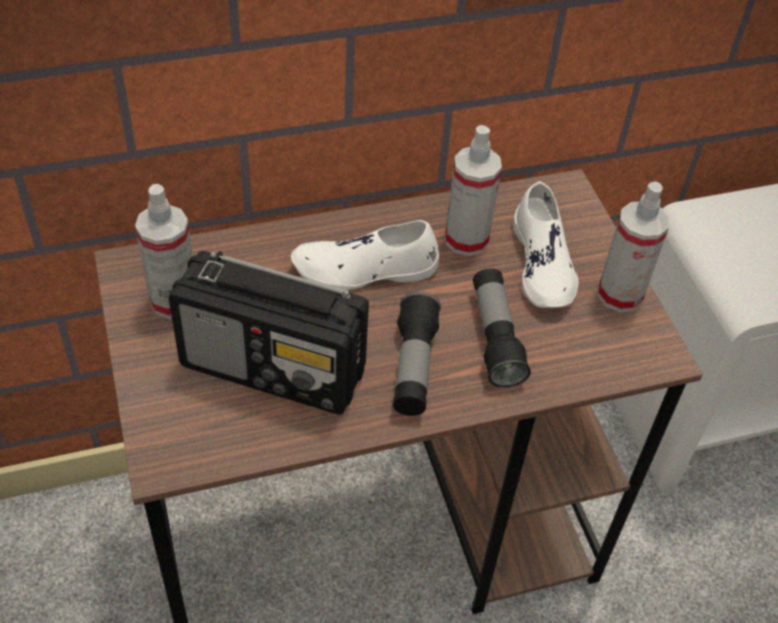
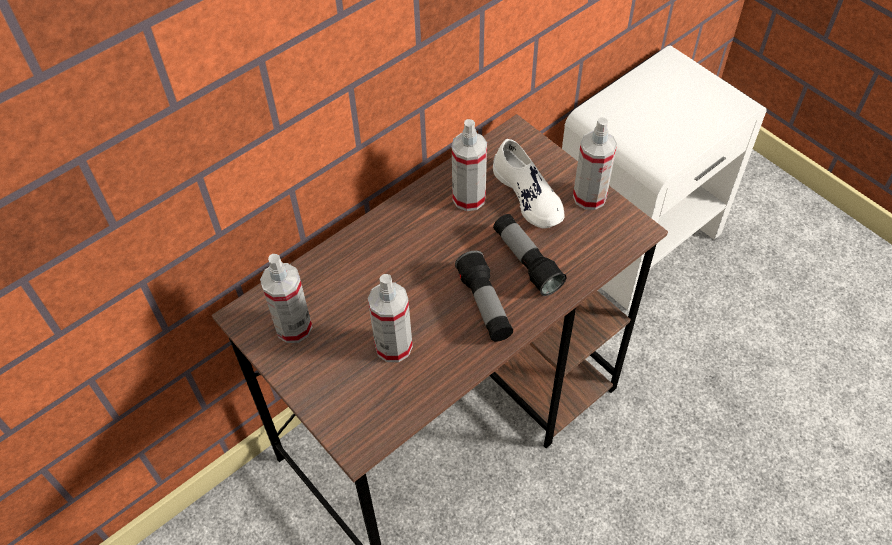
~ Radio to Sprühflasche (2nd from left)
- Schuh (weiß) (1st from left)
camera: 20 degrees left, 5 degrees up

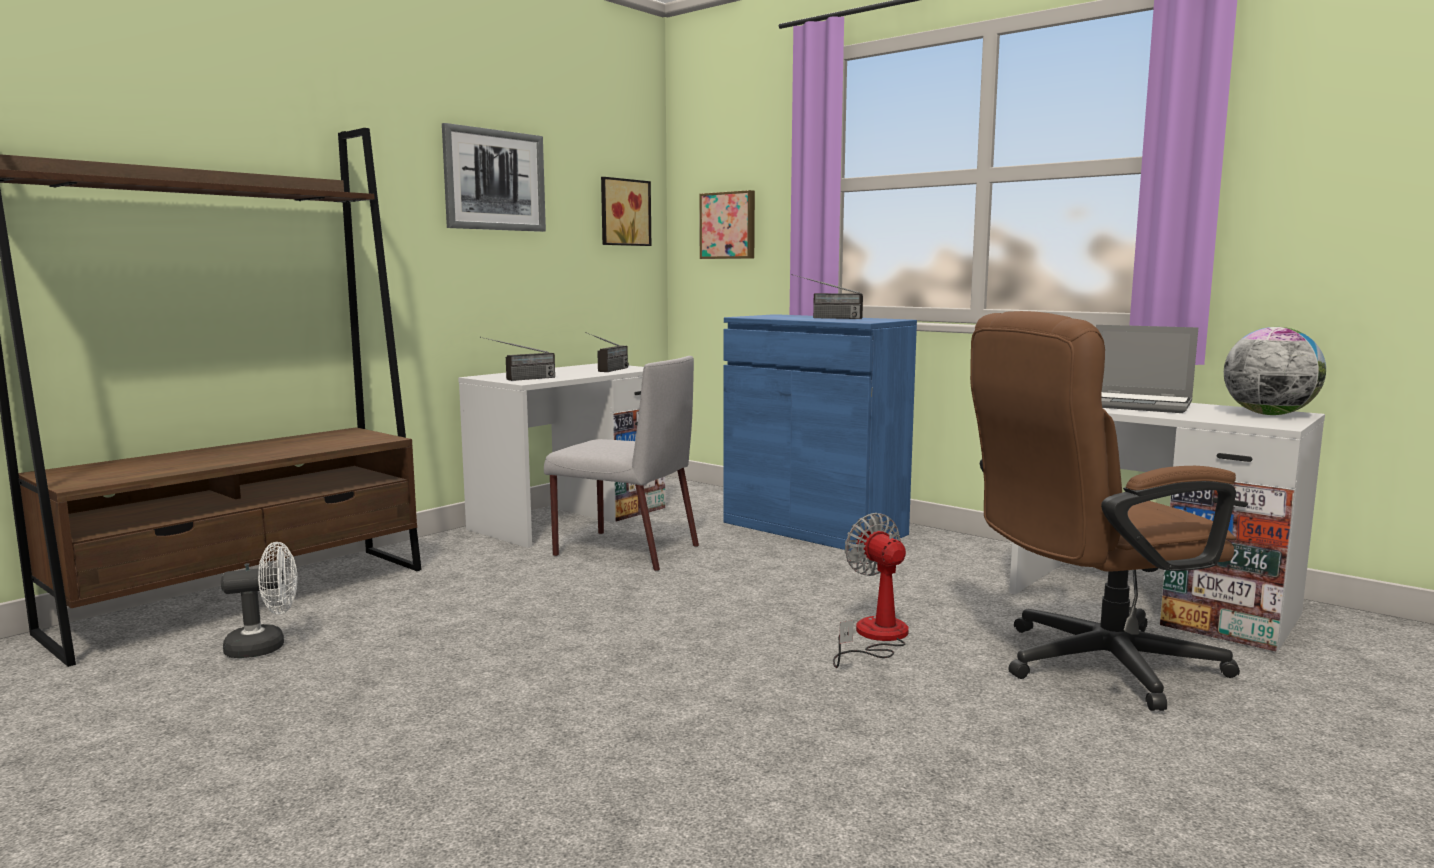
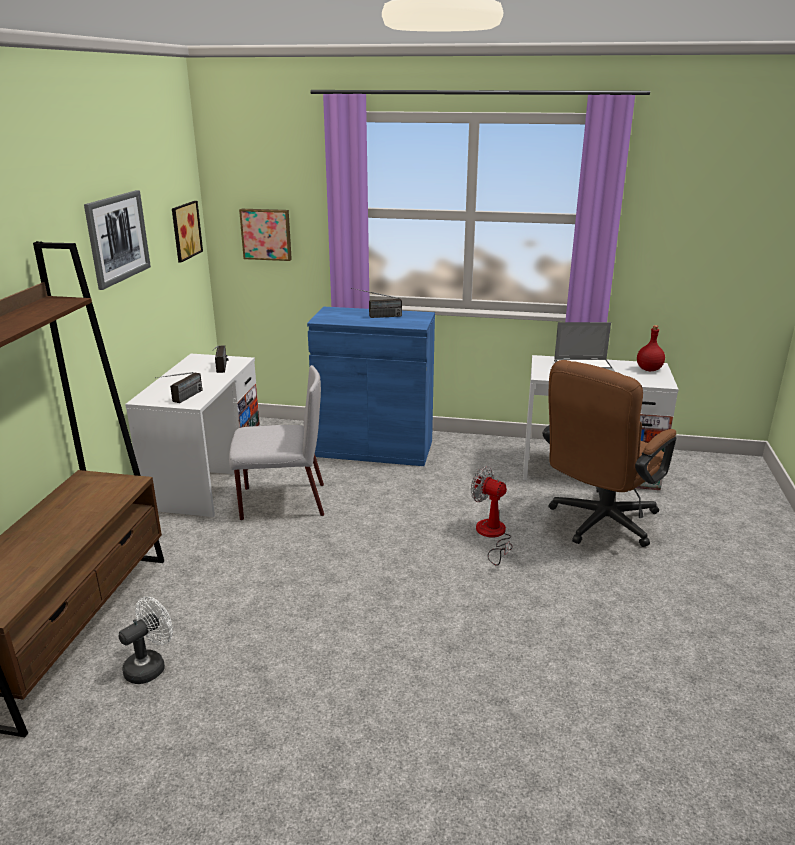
~ Globus to Flasche (rot)
camera: 30 degrees left, 15 degrees up

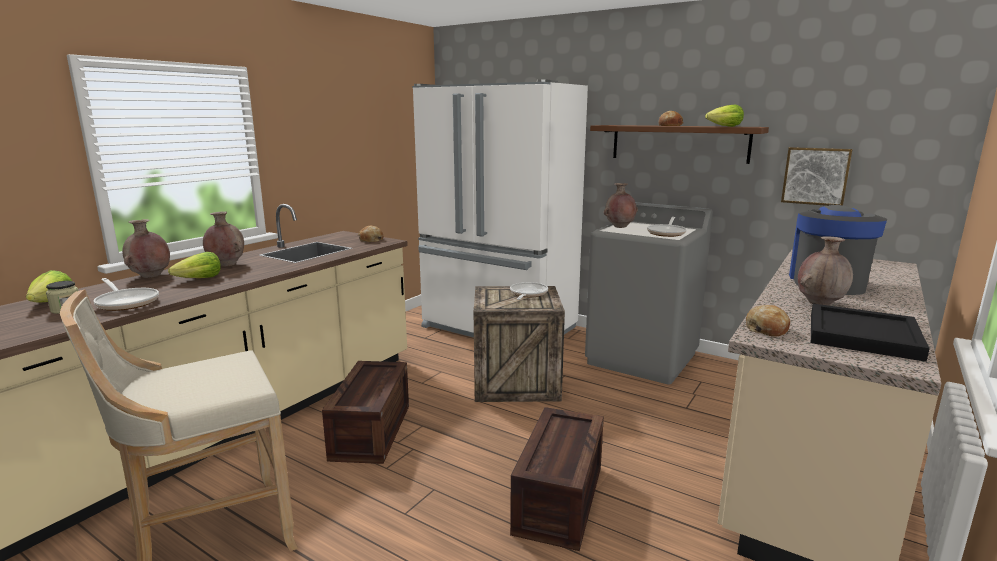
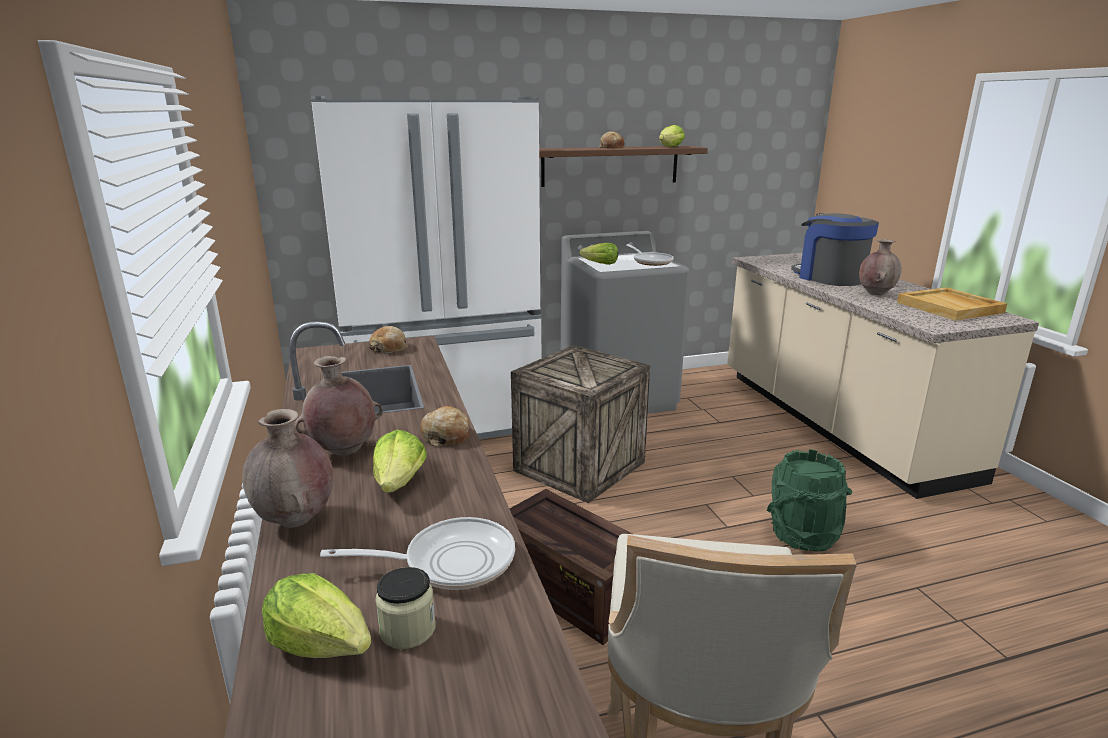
~ Brot (3rd from left in the first image) to Brot (2nd from left)
~ Vase (braun) (3rd from left) to Salatkopf (3rd from left)
~ Kiste (3rd from left) to Eimer (grün)
~ Tablett (schwarz) to Tablett (beige)
- Pfanne (2nd from left)
- Bild
camera: 50 degrees left, 5 degrees up

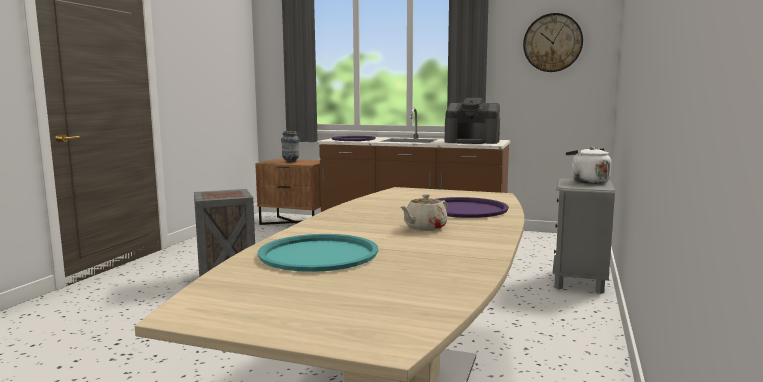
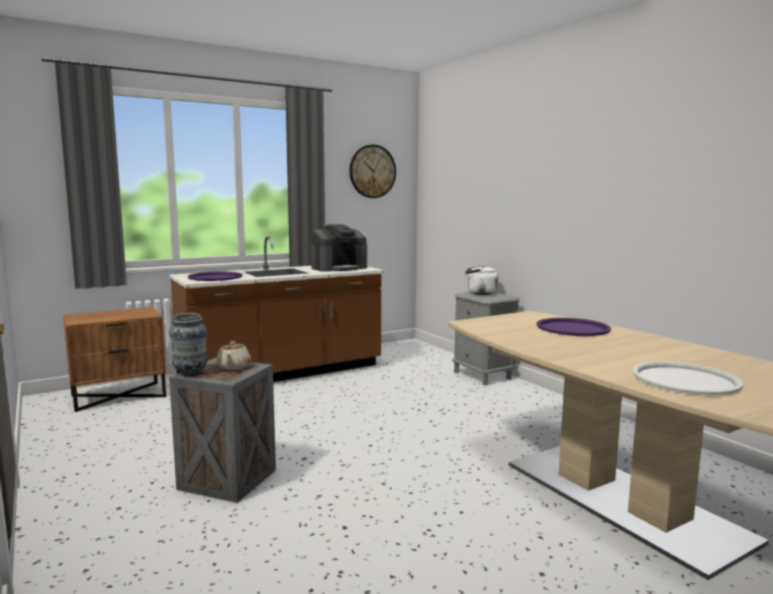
~ Vase
~ Teekanne (beige)
~ Tablett (türkis) to Tablett (weiß)
camera: 50 degrees left, 0 degrees up

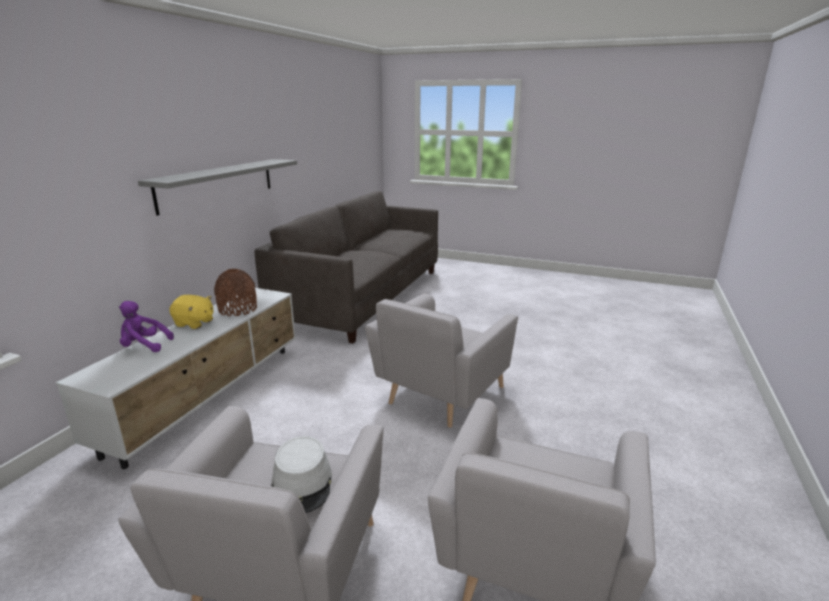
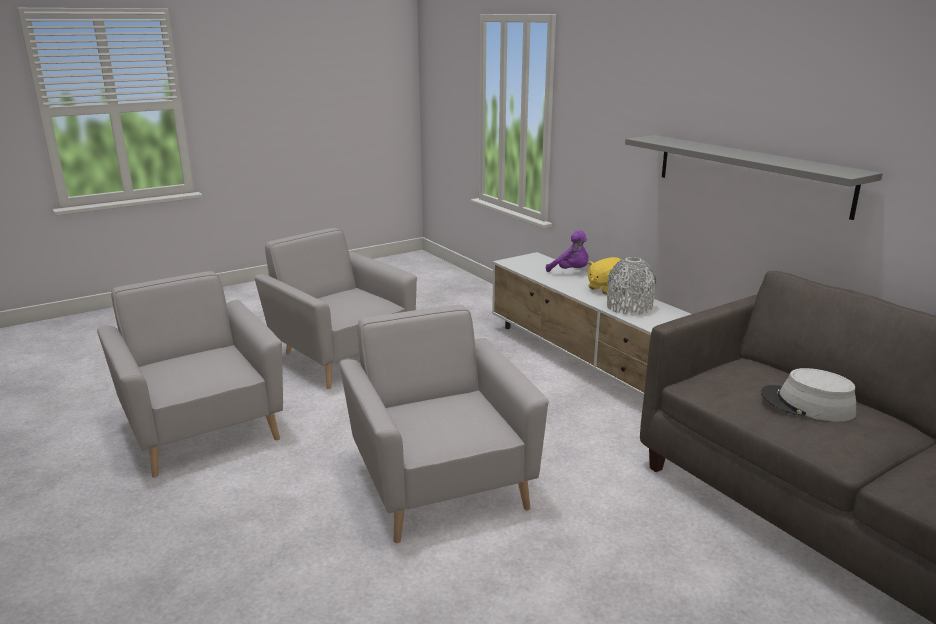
~ Plüschtier (lila) 90 degrees clockwise
~ Vase (braun) to Vase (grau)
~ Hut (grau)
camera: 125 degrees right, 0 degrees up

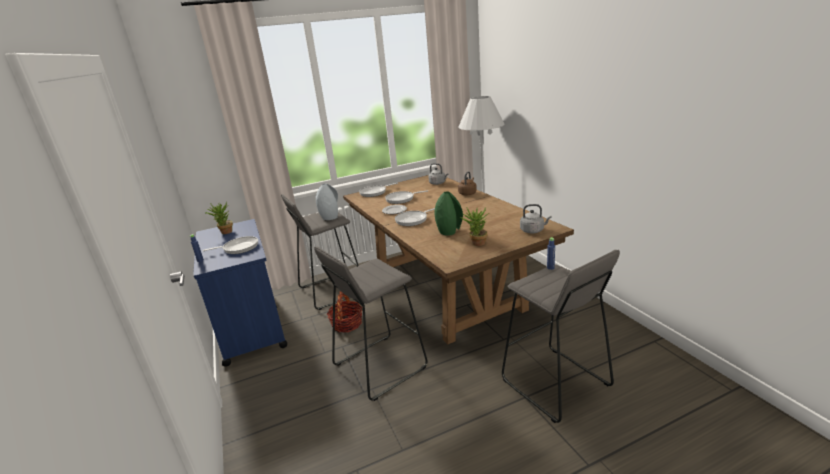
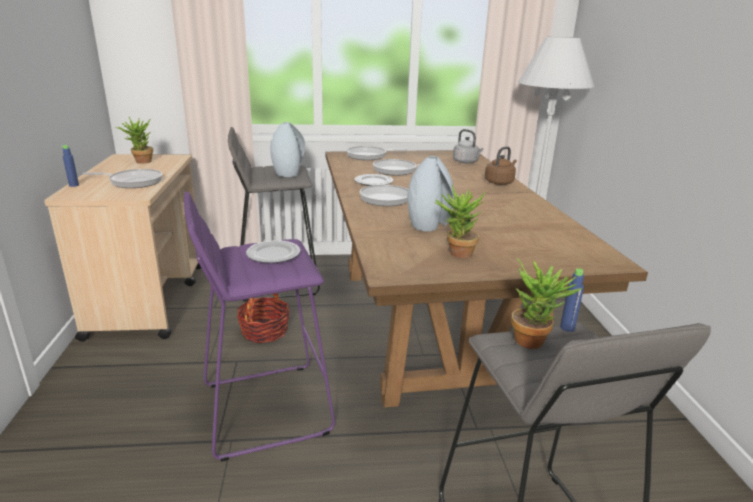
~ Rollwagen (blau) to Rollwagen (beige)
~ Hocker (grau) (2nd from left) to Hocker (lila)
+ Teller (1st from left)
~ Vase (grün) to Vase (grau) (2nd from left)
+ Topfpflanze (3rd from left)
- Wasserkessel (grau) (2nd from left)
camera: 15 degrees right, 0 degrees up

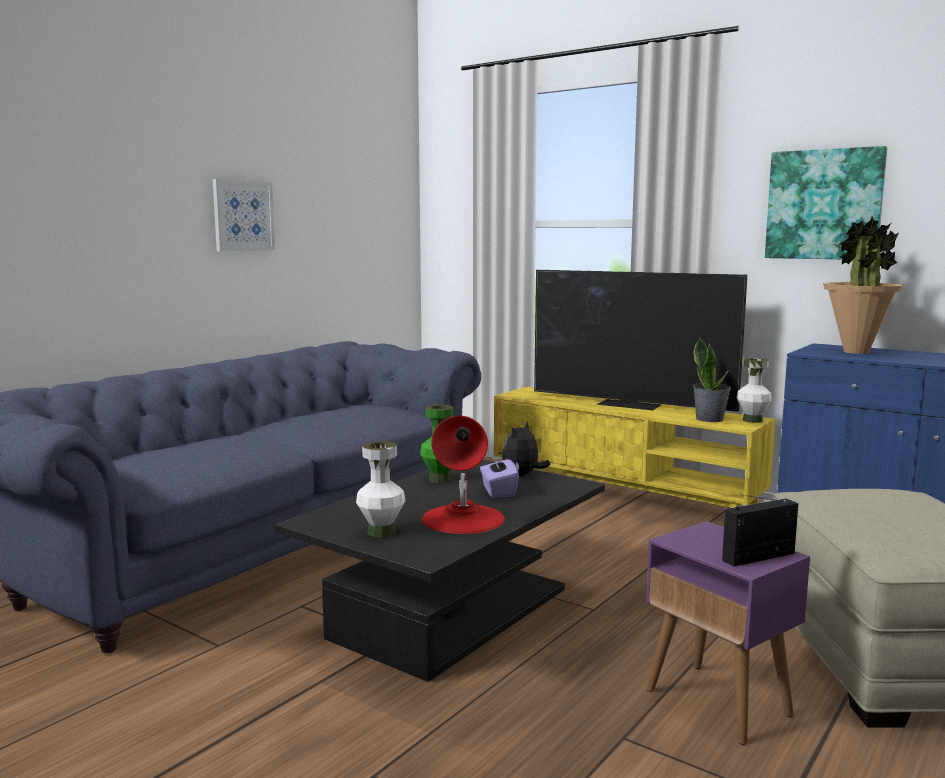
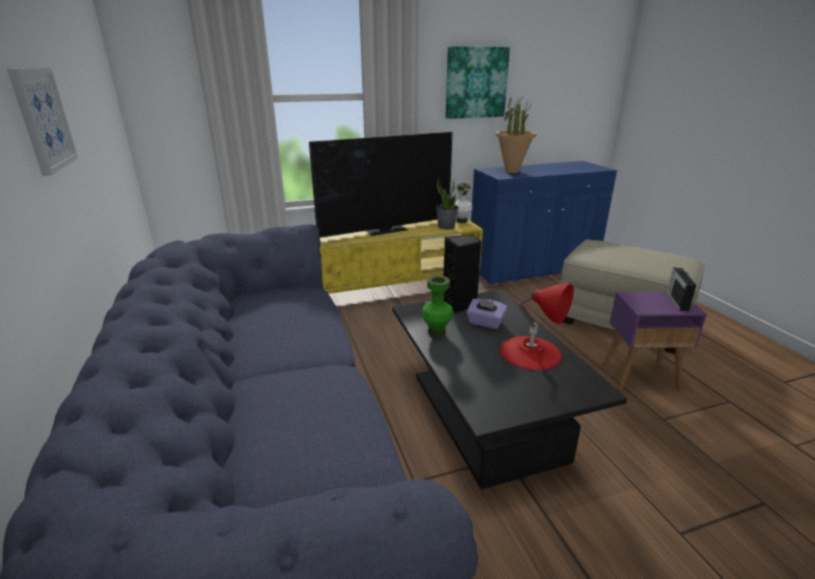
~ Plüschtier to Lautsprecher (schwarz)
- Vase (weiß) (1st from left)
camera: 55 degrees left, 15 degrees up

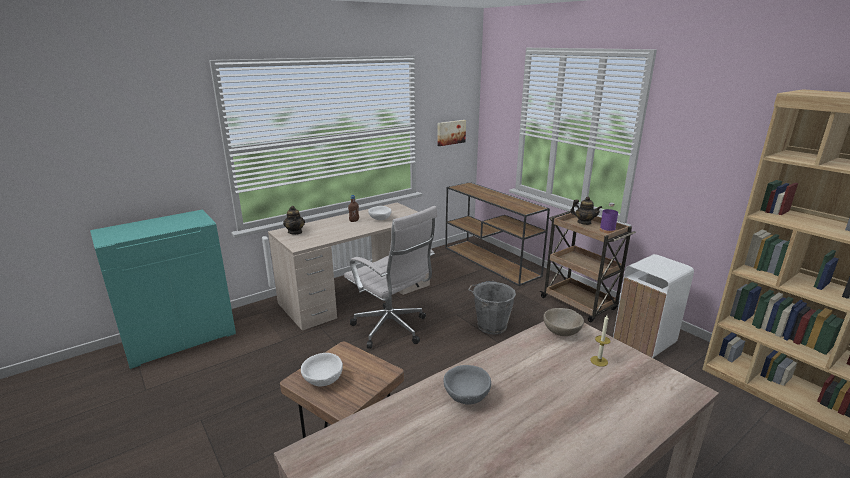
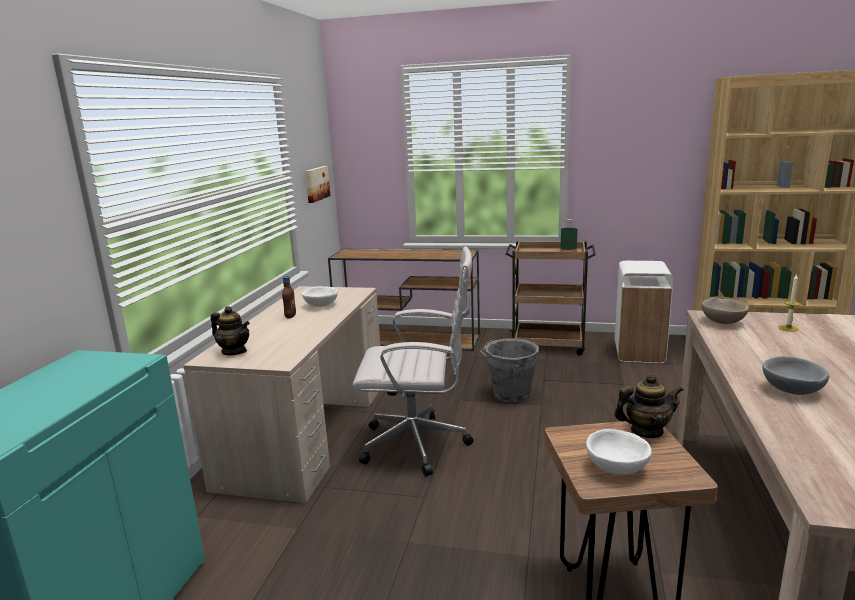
~ Flasche (lila) to Flasche (grün)
~ Teekanne (2nd from left)
camera: 40 degrees left, 5 degrees down

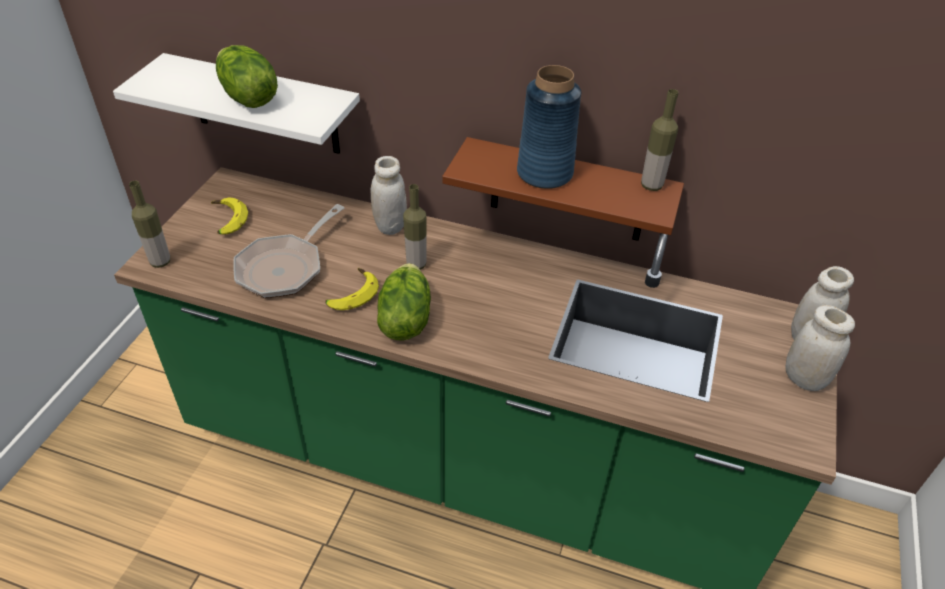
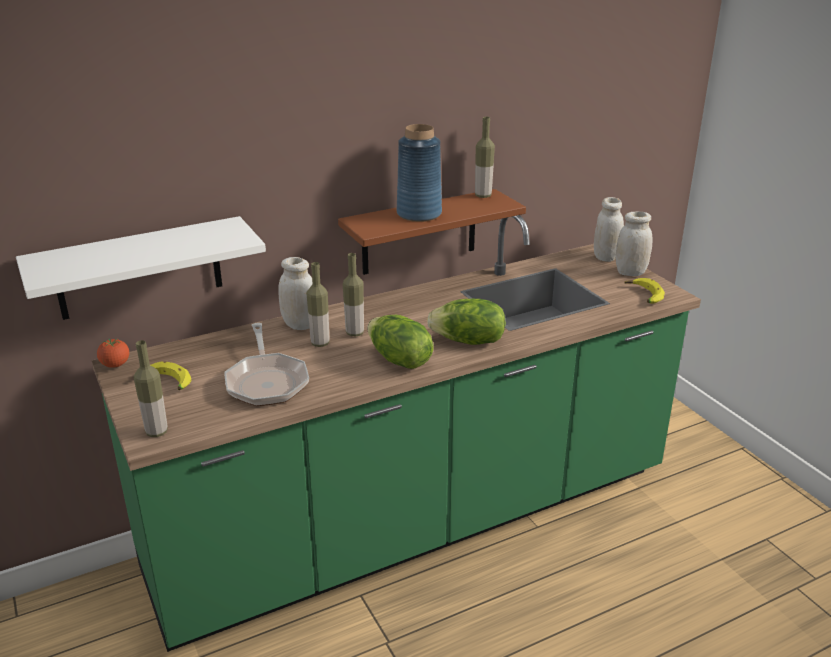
+ Tomate
+ Flasche (2nd from left)
~ Salatkopf (1st from left in the first image) to Salatkopf (2nd from left)
~ Banane (2nd from left)
camera: 45 degrees left, 15 degrees down

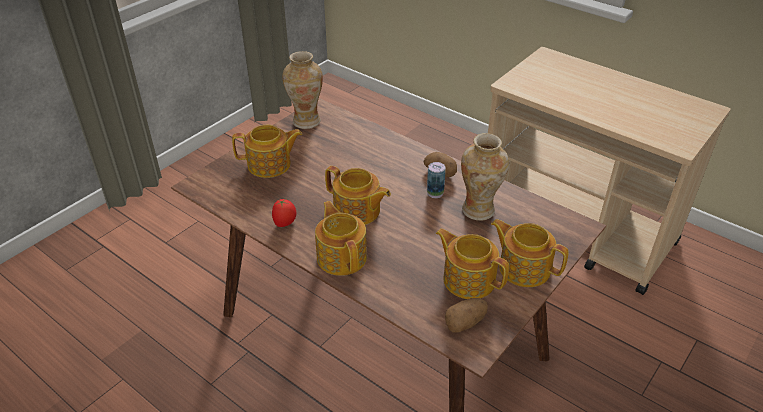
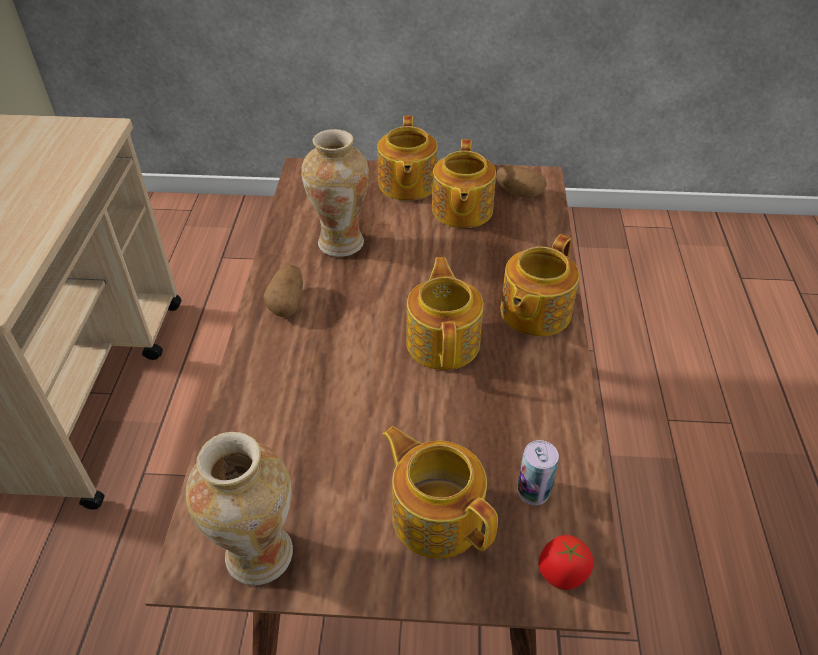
~ Dose
~ Tomate
camera: 125 degrees left, 5 degrees up

